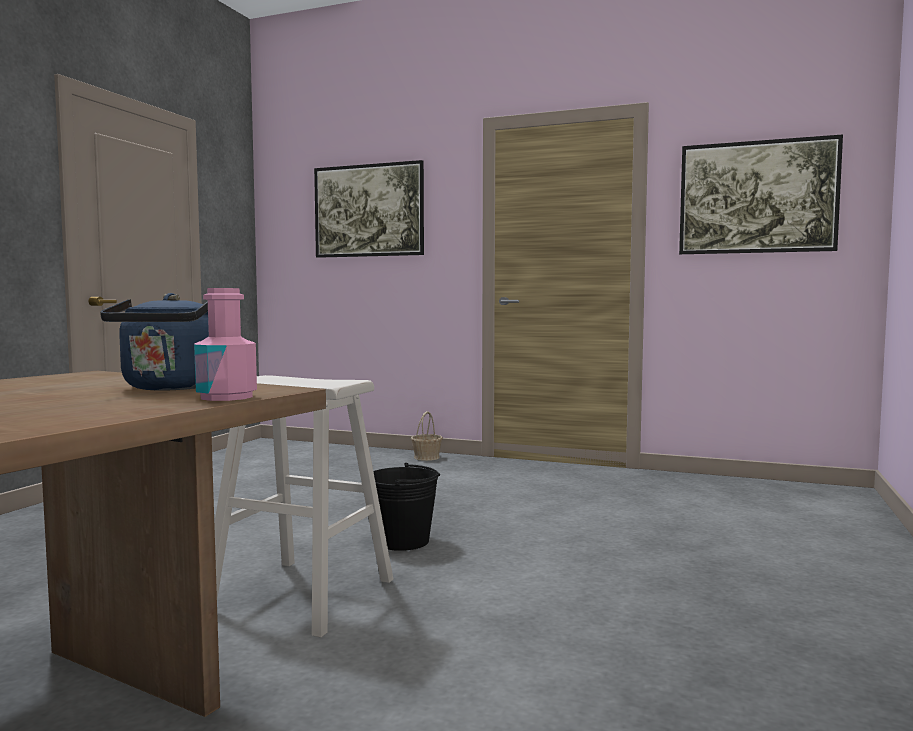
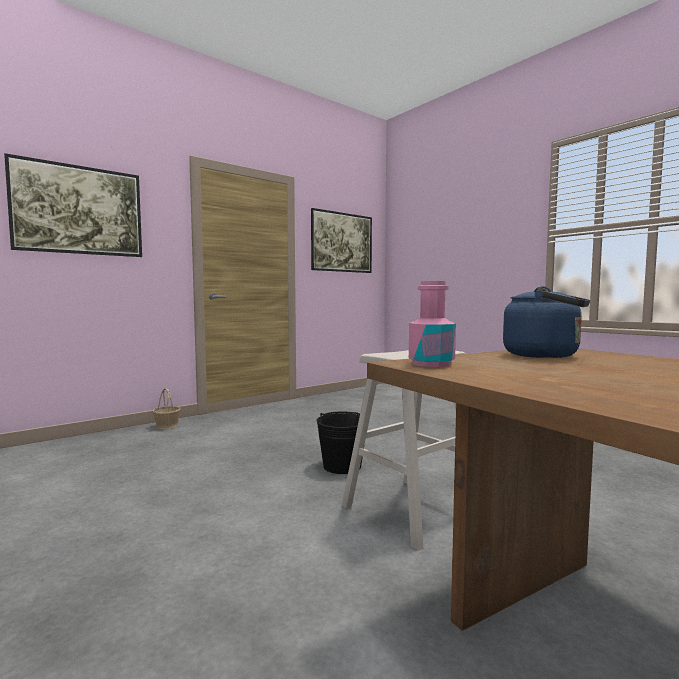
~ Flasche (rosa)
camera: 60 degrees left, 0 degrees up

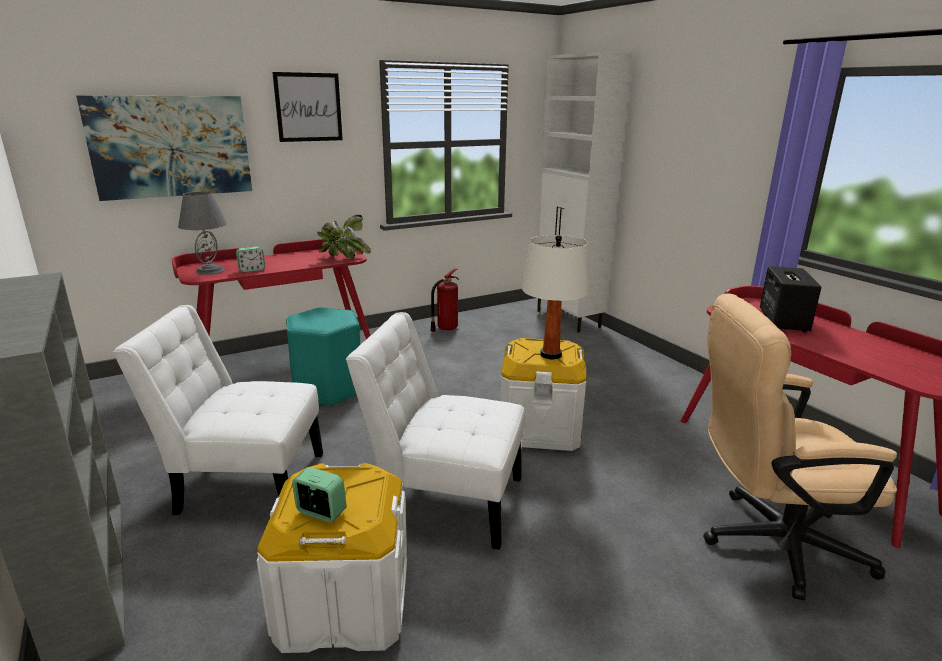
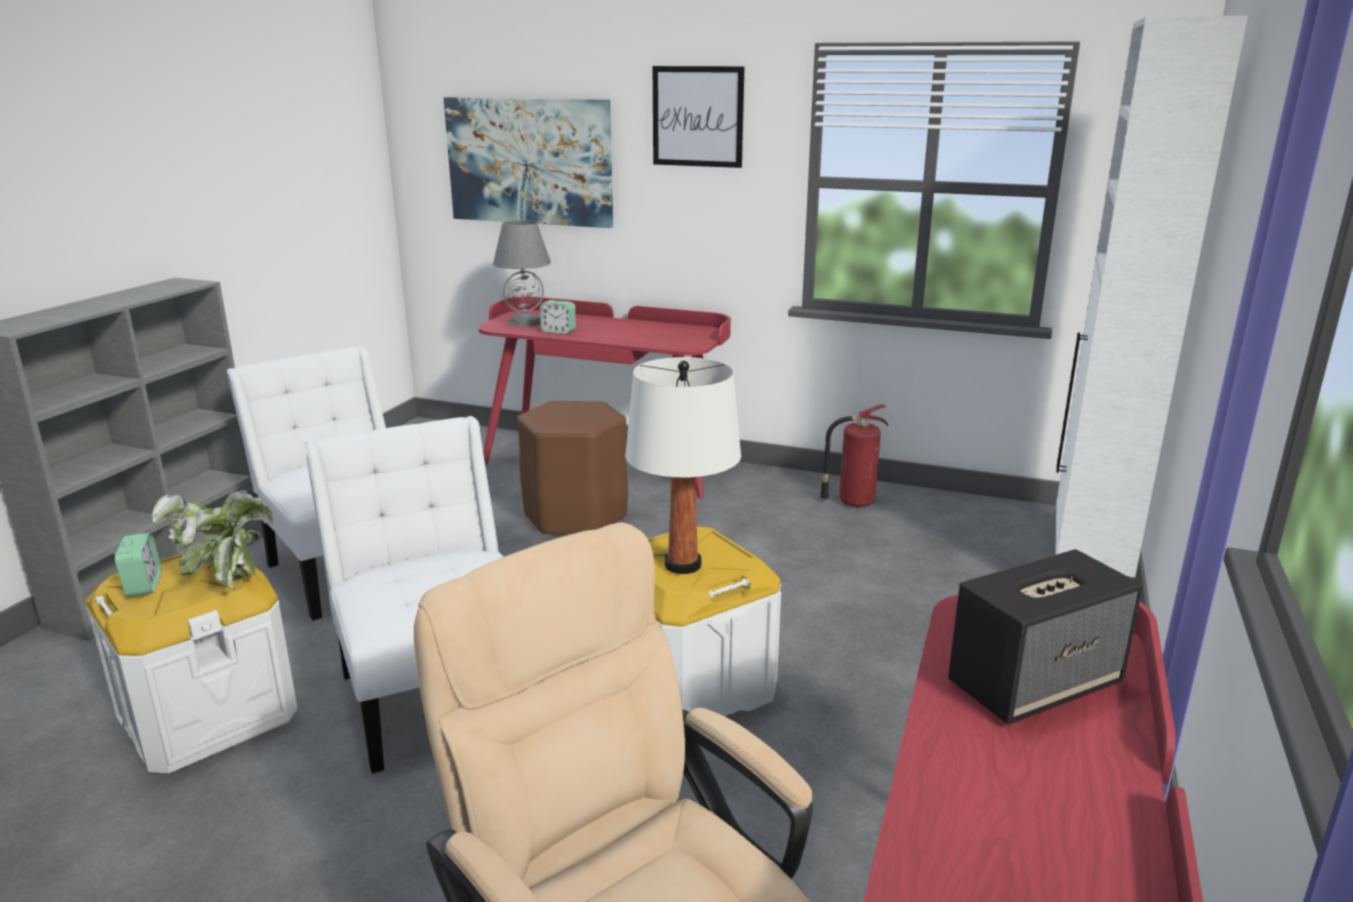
~ Topfpflanze
~ Hocker (türkis) to Hocker (braun)
camera: 50 degrees right, 0 degrees up

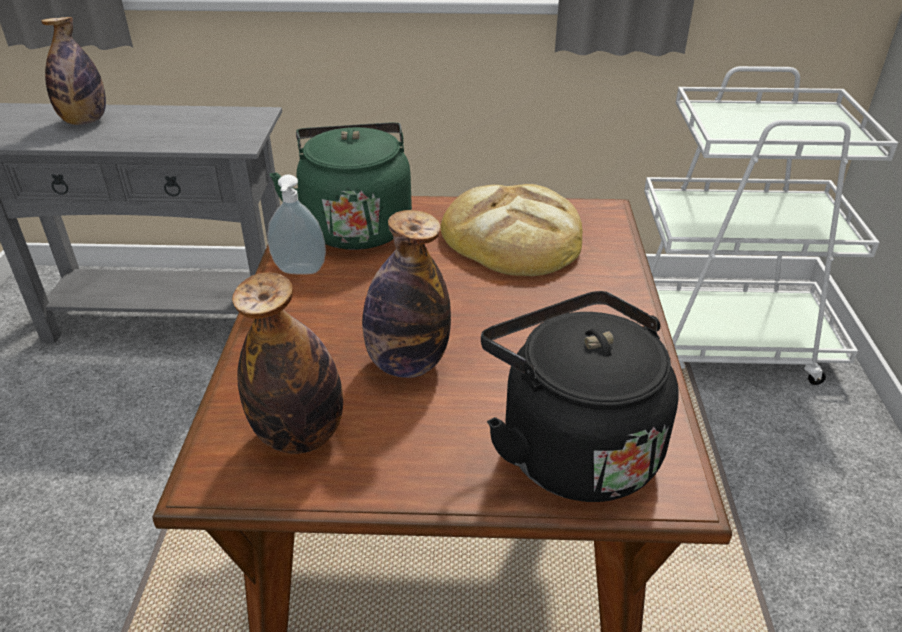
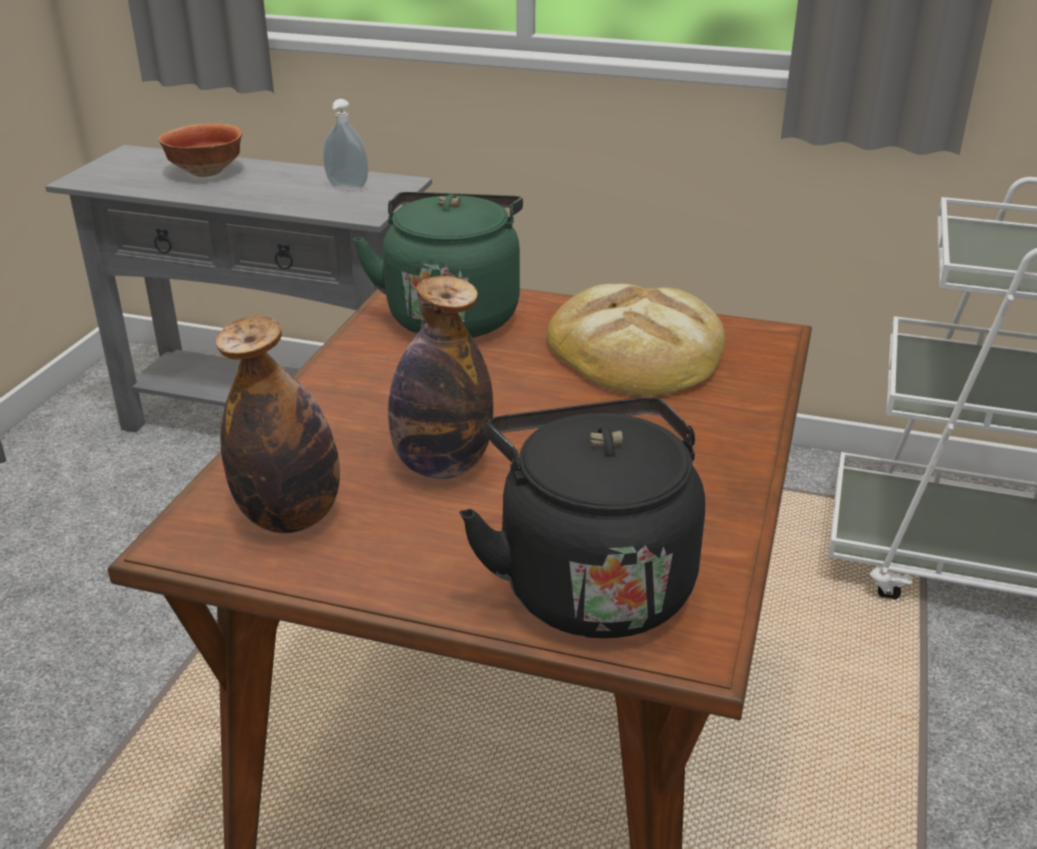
~ Flasche (1st from left) to Schüssel
~ Seifenspender
camera: 15 degrees right, 5 degrees down

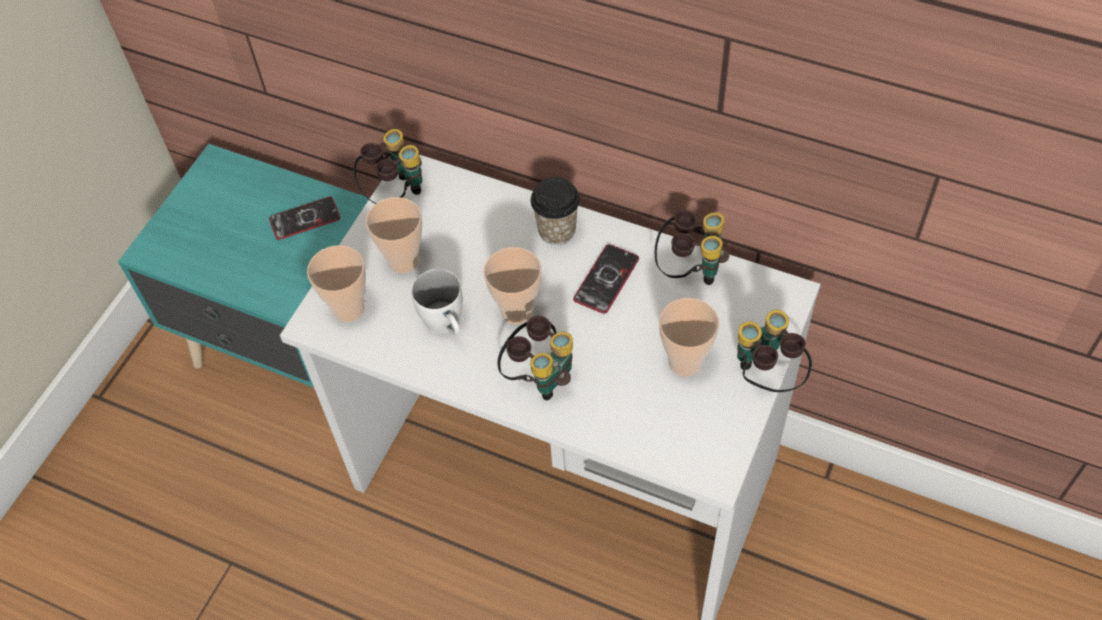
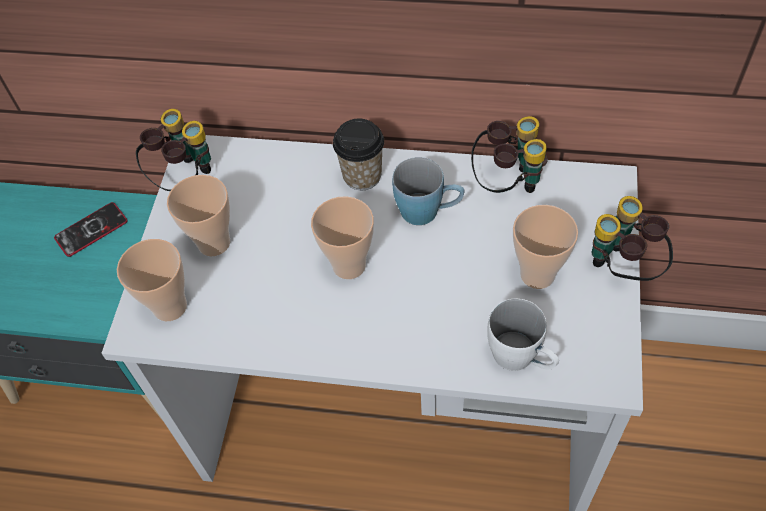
~ Handy (2nd from left) to Henkelbecher (blau)
~ Henkelbecher (weiß)
- Fernglas (2nd from left)
camera: 15 degrees left, 0 degrees up

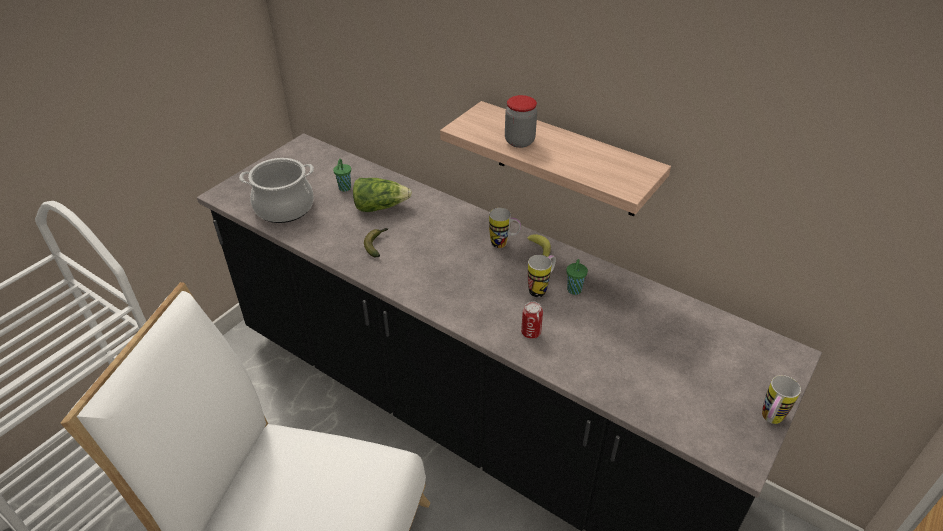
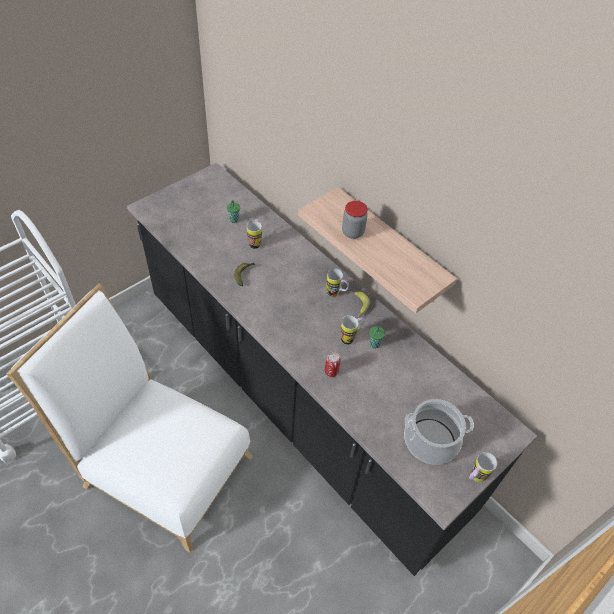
~ Salatkopf to Henkelbecher (1st from left)
~ Kochtopf
camera: 10 degrees right, 10 degrees up

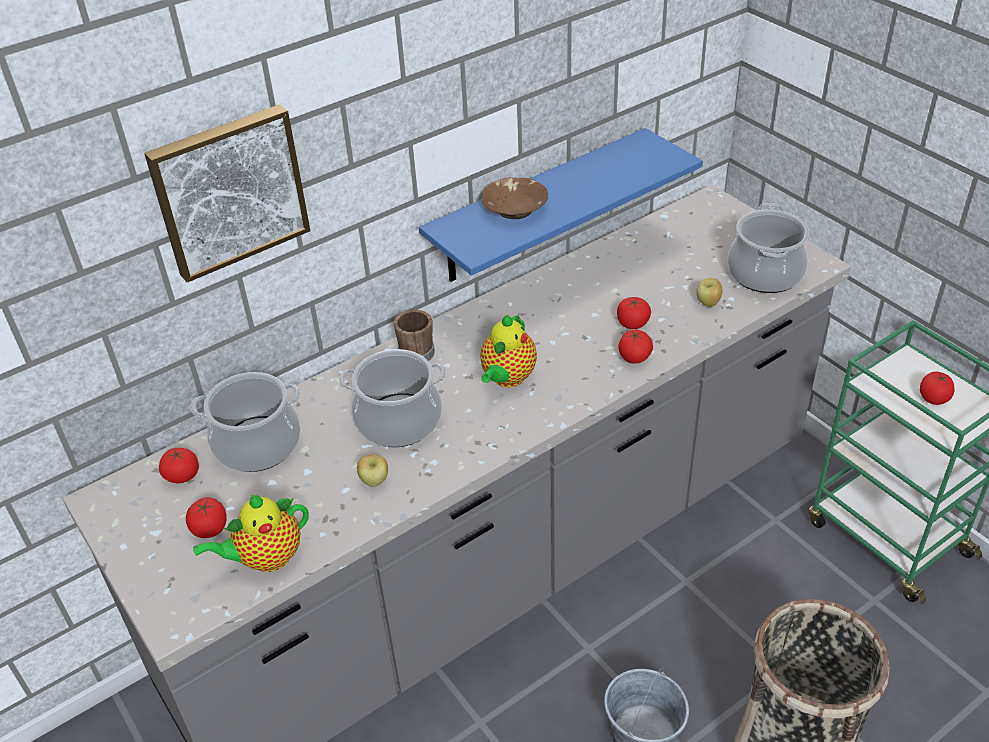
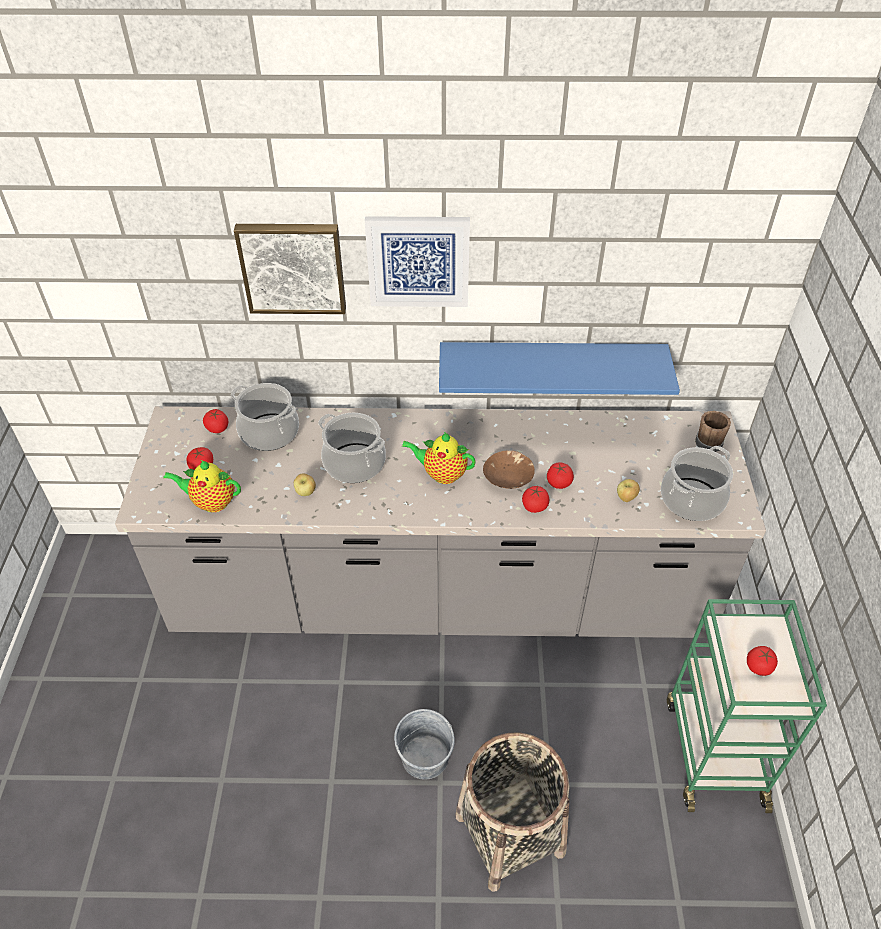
+ Bild (2nd from left)
~ Teekanne (2nd from left) 45 degrees clockwise
~ Schüssel (braun)
~ Henkelbecher (braun)
camera: 35 degrees right, 5 degrees up

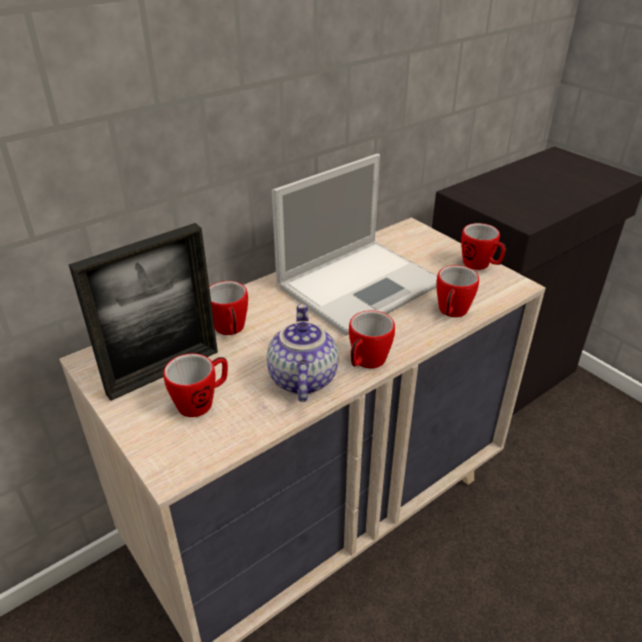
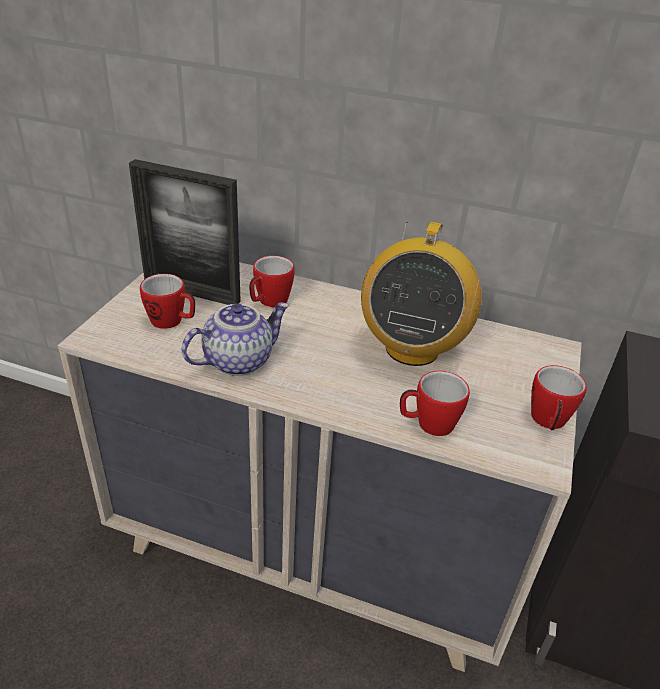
~ Laptop to Radio
- Henkelbecher (3rd from left)
camera: 55 degrees right, 0 degrees up

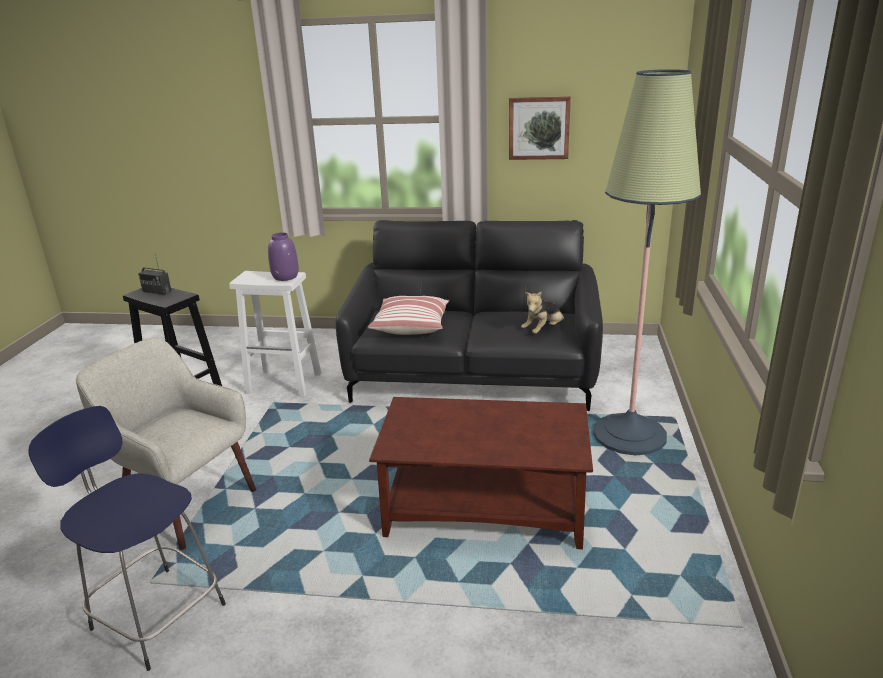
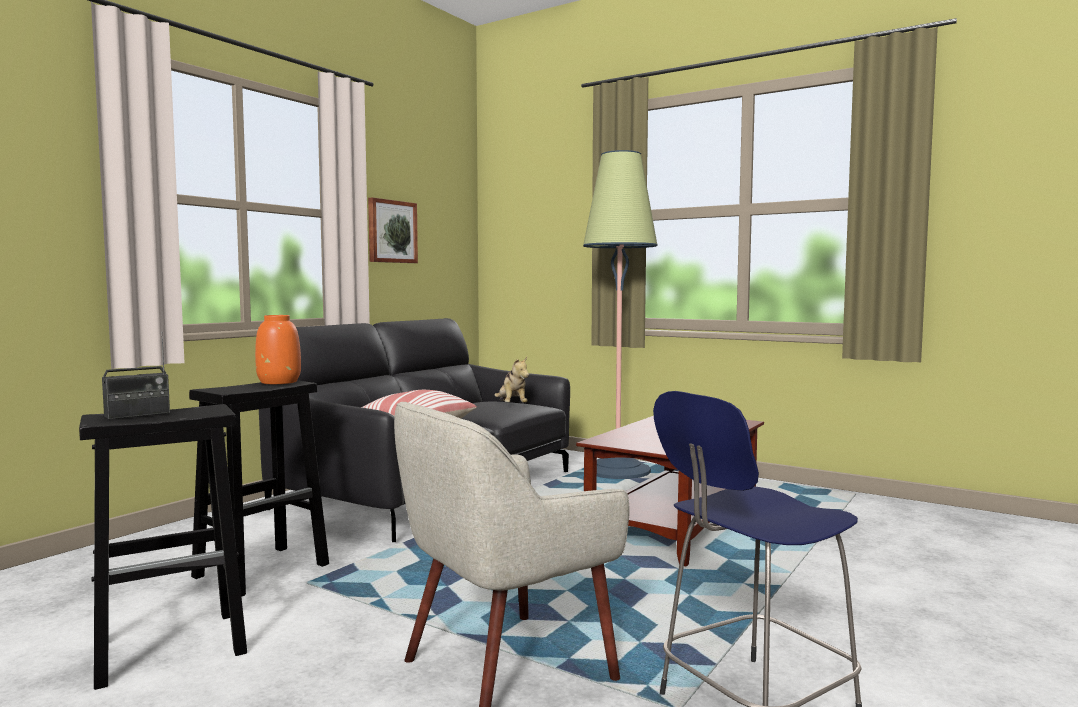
~ Hocker (weiß) to Hocker (schwarz) (2nd from left)
~ Vase (lila) to Vase (orange)
camera: 65 degrees left, 20 degrees down

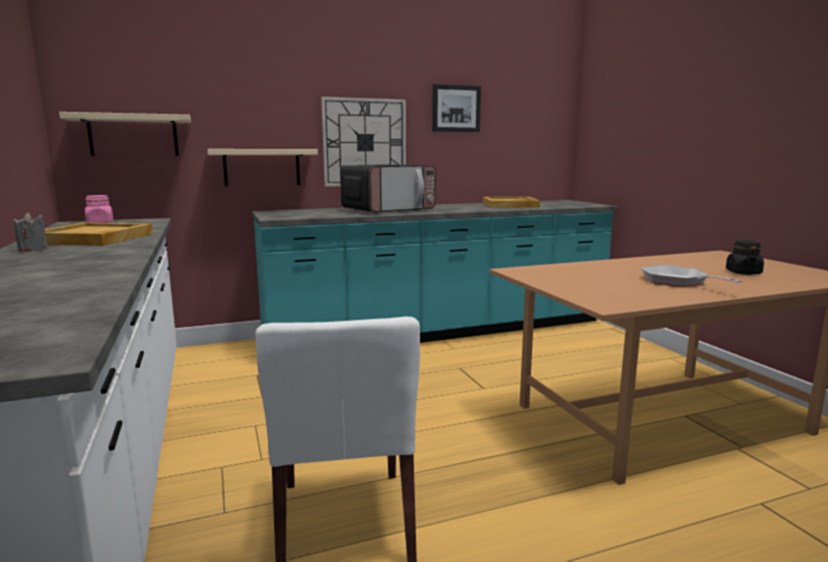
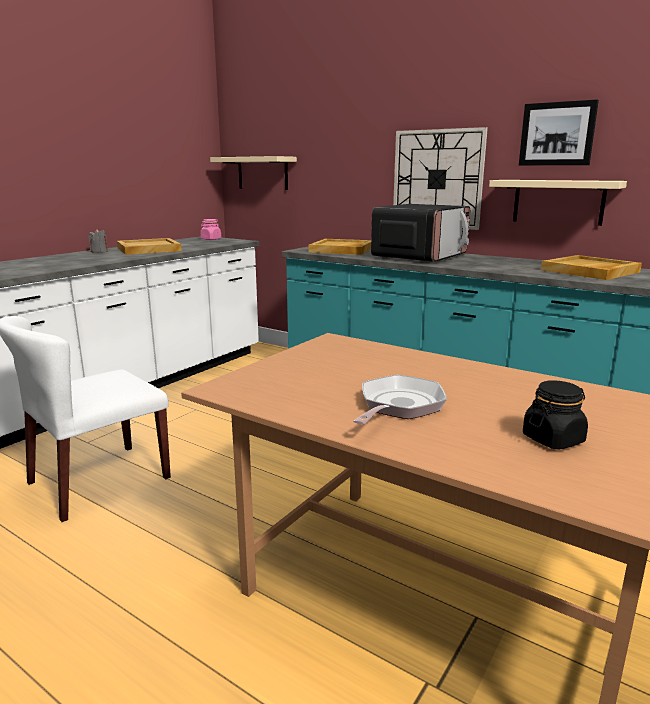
+ Tablett (beige) (2nd from left)
~ Mikrowelle 75 degrees counterclockwise
~ Wandregal (beige) (2nd from left)
camera: 55 degrees right, 5 degrees up

